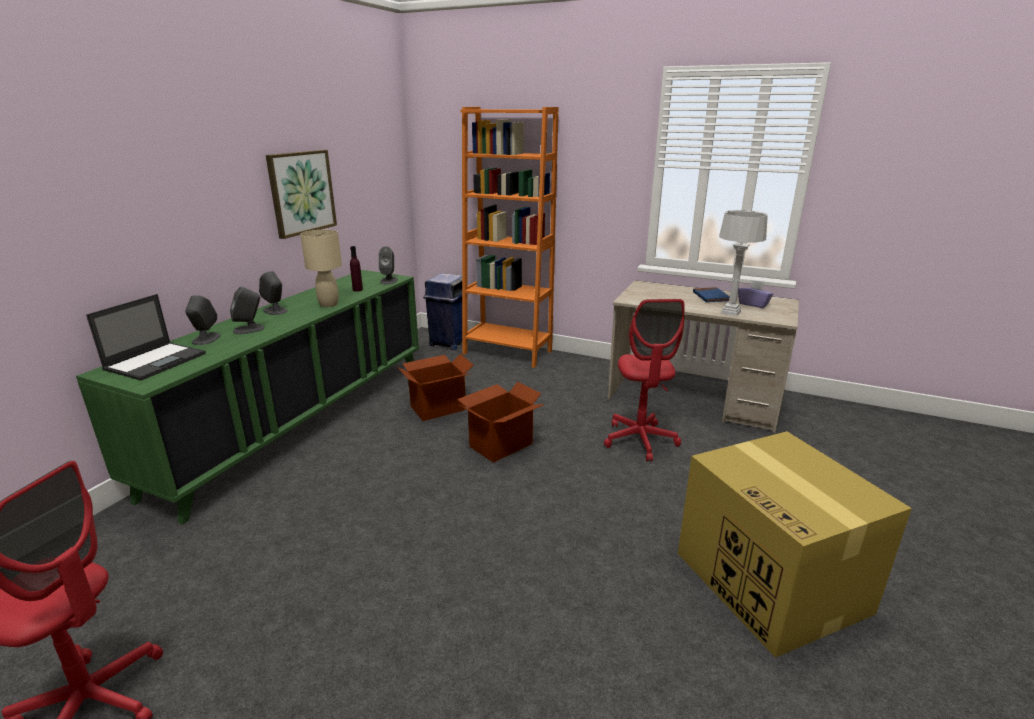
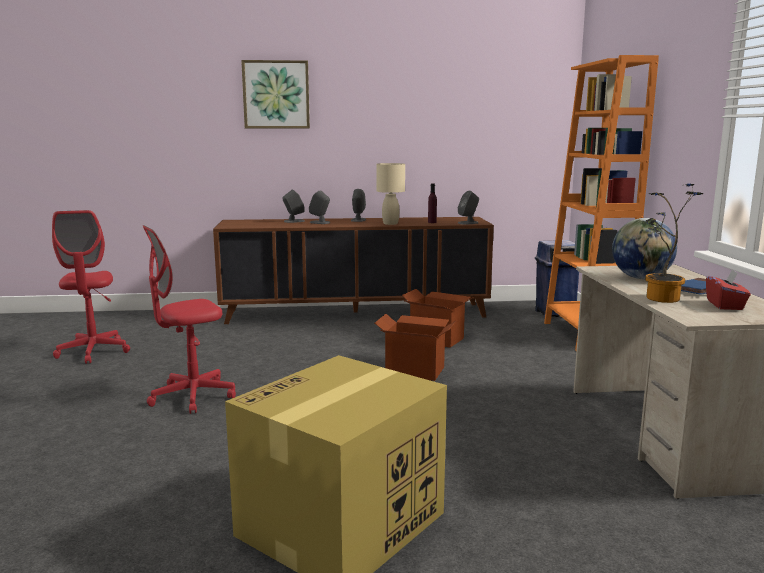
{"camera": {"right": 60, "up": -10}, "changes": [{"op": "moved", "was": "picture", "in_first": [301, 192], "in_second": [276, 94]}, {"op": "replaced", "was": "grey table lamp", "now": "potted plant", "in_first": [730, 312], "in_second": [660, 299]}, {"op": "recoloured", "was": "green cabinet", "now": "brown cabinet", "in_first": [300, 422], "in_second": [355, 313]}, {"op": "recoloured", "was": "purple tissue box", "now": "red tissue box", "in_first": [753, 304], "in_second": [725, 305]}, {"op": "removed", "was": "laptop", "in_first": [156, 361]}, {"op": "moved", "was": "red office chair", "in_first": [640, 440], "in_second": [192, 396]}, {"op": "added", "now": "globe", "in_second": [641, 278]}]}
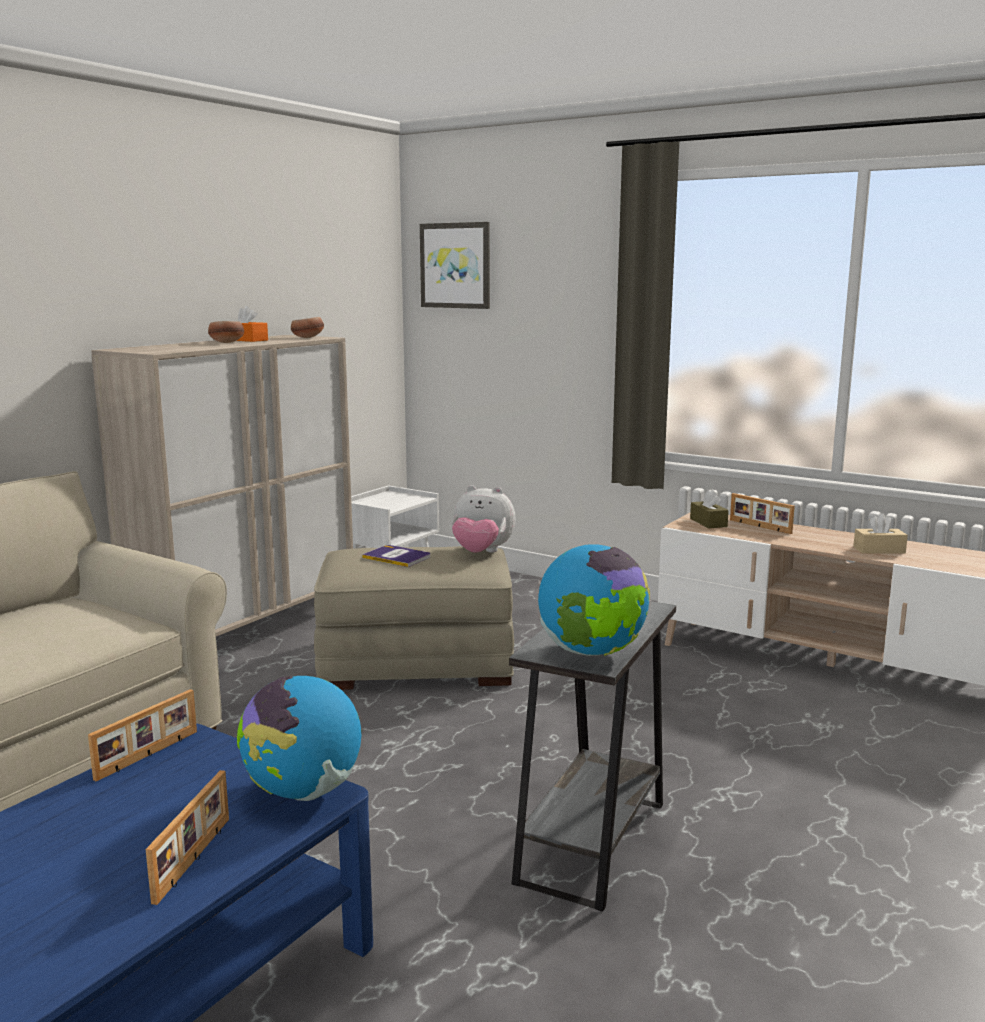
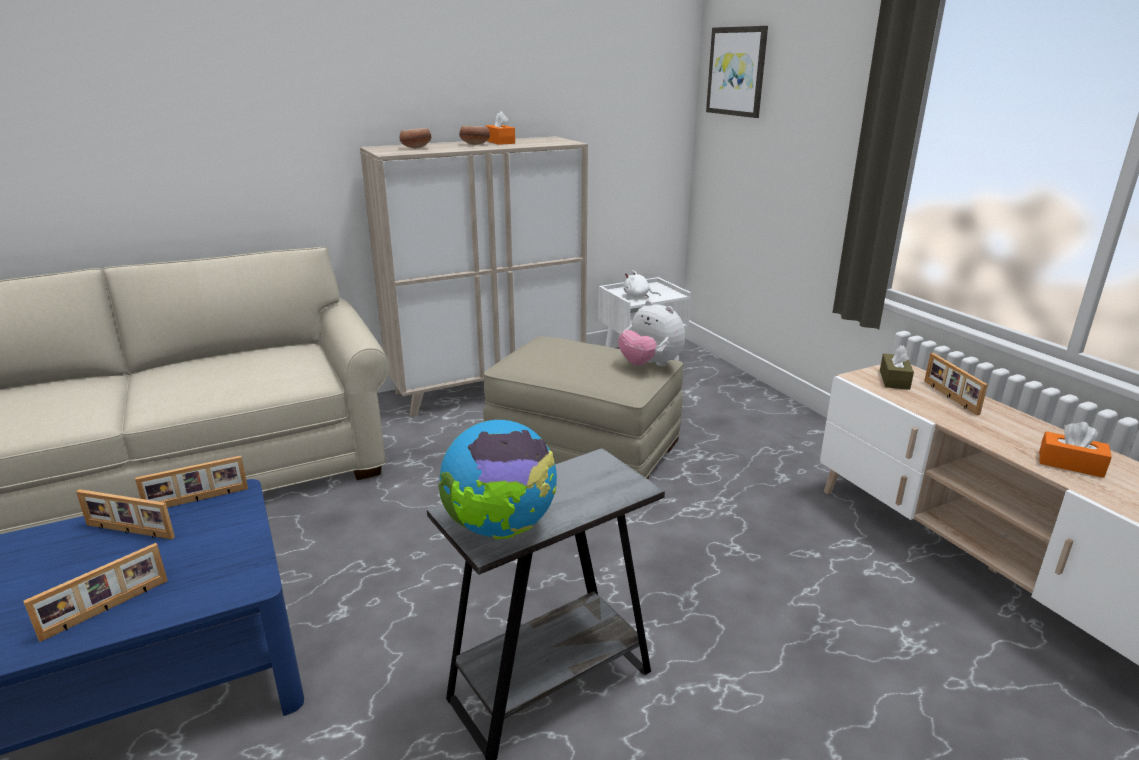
{"camera": {"right": 30, "up": 10}, "changes": [{"op": "moved", "was": "bowl", "in_first": [308, 337], "in_second": [416, 148]}, {"op": "recoloured", "was": "beige tissue box", "now": "orange tissue box", "in_first": [879, 550], "in_second": [1070, 464]}, {"op": "removed", "was": "book", "in_first": [397, 557]}, {"op": "removed", "was": "globe", "in_first": [303, 791]}, {"op": "added", "now": "white plush toy", "in_second": [638, 296]}, {"op": "added", "now": "picture frame", "in_second": [129, 532]}]}
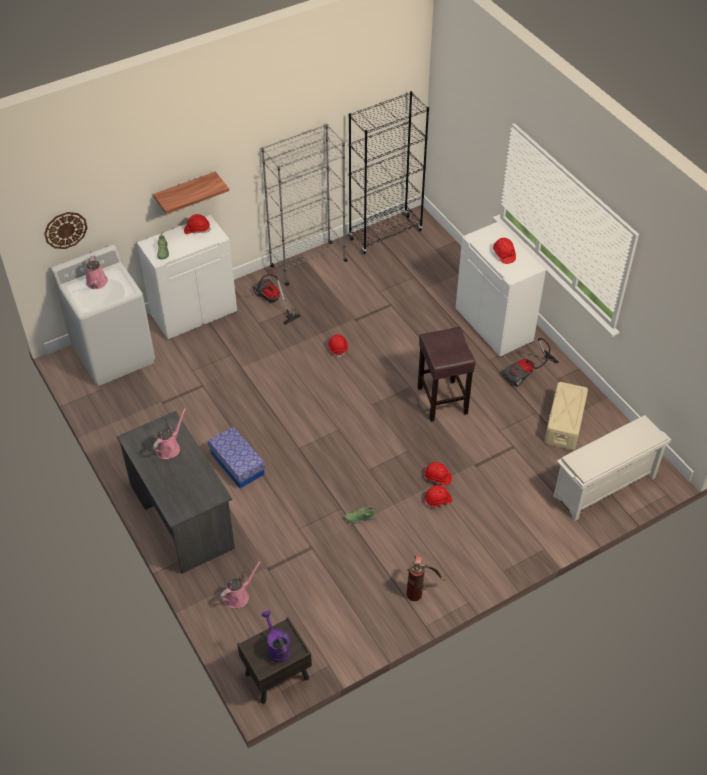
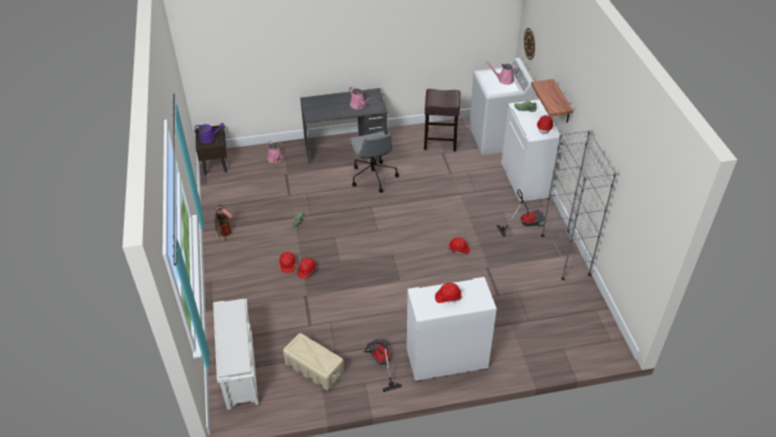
{"camera": {"right": 110, "up": -5}, "changes": [{"op": "removed", "was": "black bookcase", "in_first": [385, 235]}, {"op": "moved", "was": "brown stool", "in_first": [441, 400], "in_second": [441, 142]}, {"op": "replaced", "was": "storage box", "now": "grey office chair", "in_first": [237, 464], "in_second": [373, 176]}]}
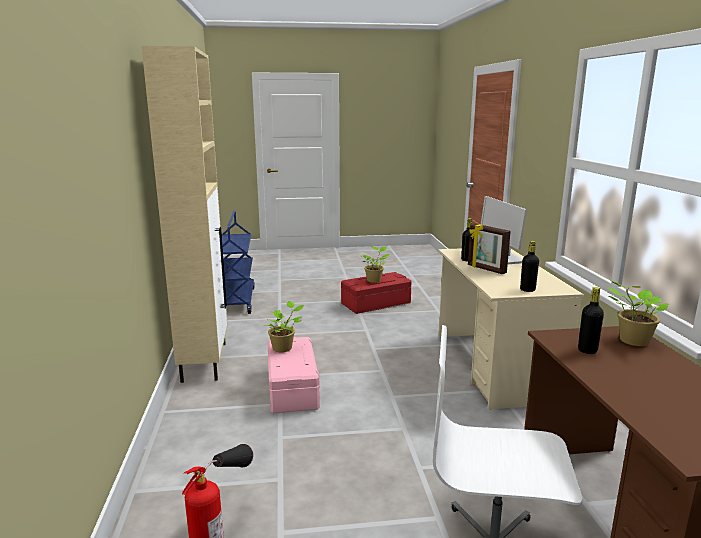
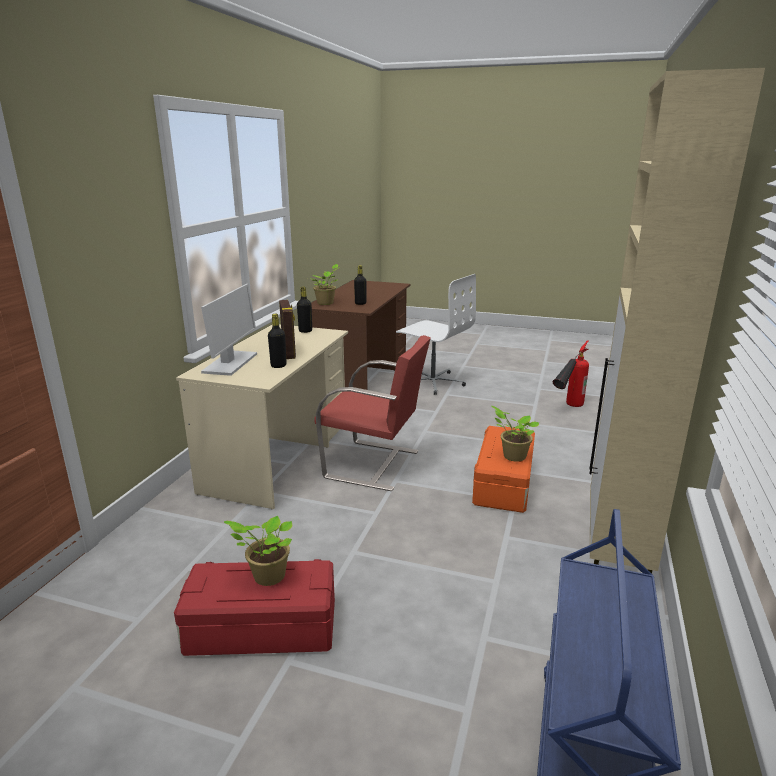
{"camera": {"right": -155, "up": 5}, "changes": [{"op": "recoloured", "was": "pink storage box", "now": "orange storage box", "in_first": [291, 388], "in_second": [504, 483]}, {"op": "added", "now": "red chair", "in_second": [374, 465]}]}
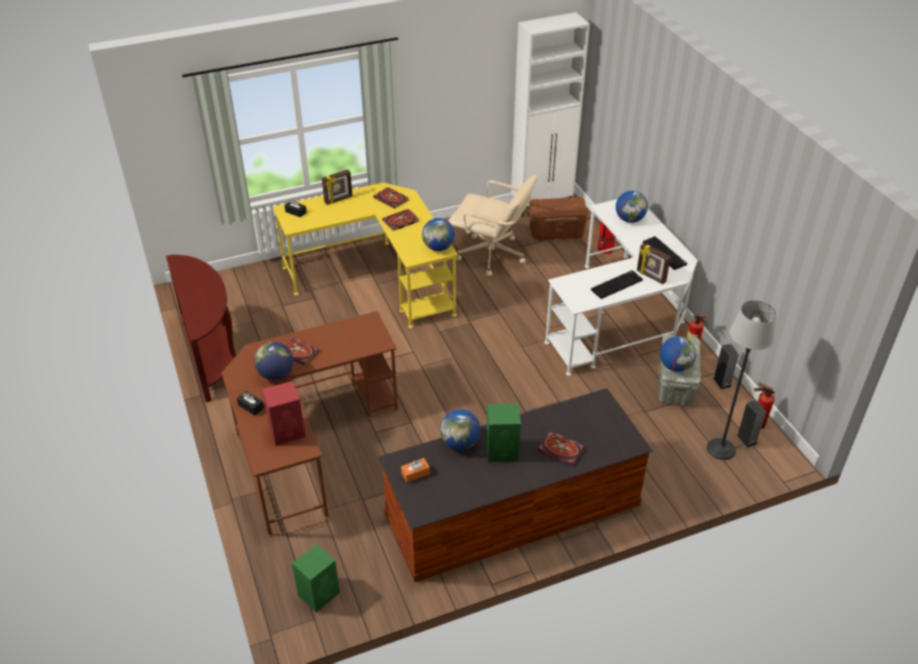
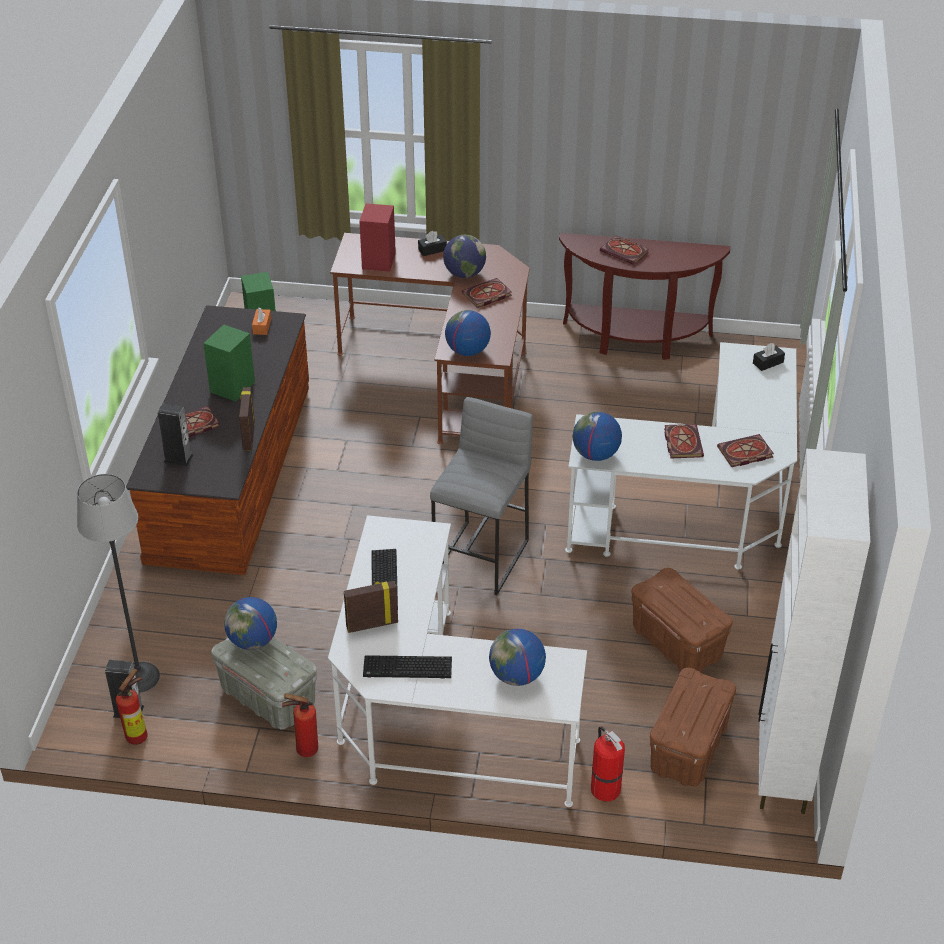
{"camera": {"right": 120, "up": 0}, "changes": [{"op": "moved", "was": "picture frame", "in_first": [338, 200], "in_second": [248, 436]}, {"op": "replaced", "was": "beige office chair", "now": "brown storage box", "in_first": [491, 255], "in_second": [676, 643]}, {"op": "recoloured", "was": "yellow desk", "now": "white desk", "in_first": [377, 277], "in_second": [700, 508]}, {"op": "moved", "was": "speaker", "in_first": [722, 382], "in_second": [178, 458]}, {"op": "moved", "was": "globe", "in_first": [460, 443], "in_second": [467, 351]}, {"op": "added", "now": "book", "in_second": [625, 252]}, {"op": "added", "now": "grey stool", "in_second": [482, 558]}]}
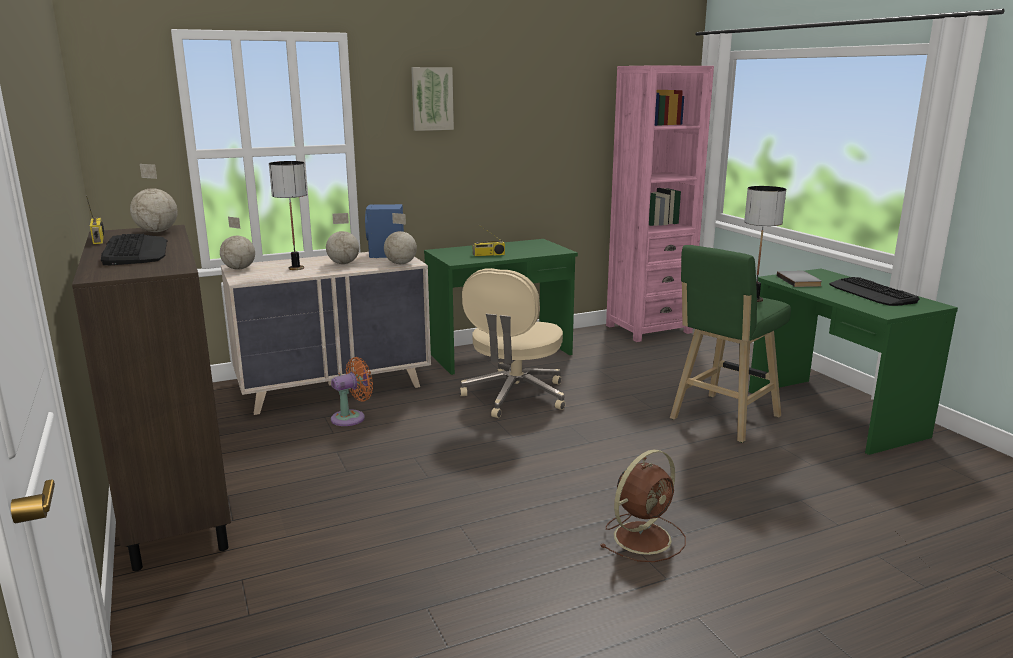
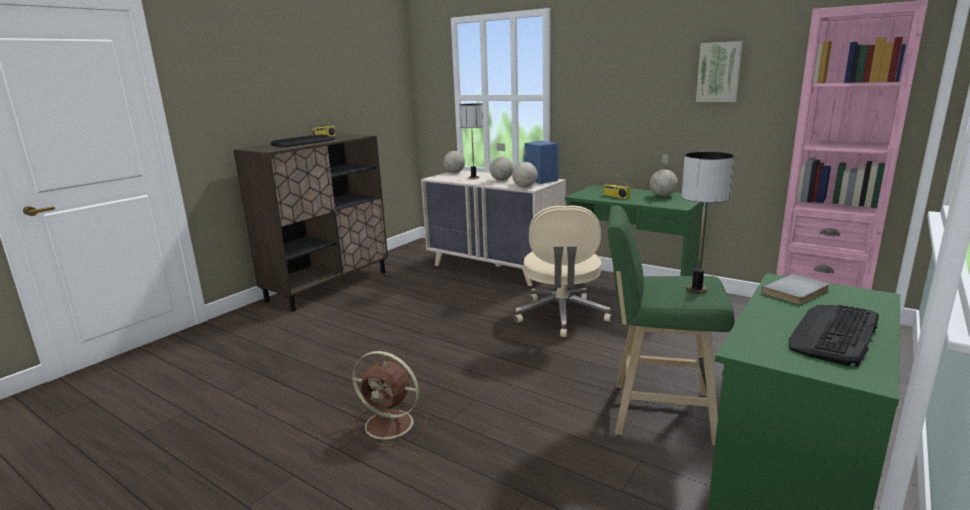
{"camera": {"right": 60, "up": 0}, "changes": [{"op": "moved", "was": "picture", "in_first": [432, 98], "in_second": [719, 72]}, {"op": "moved", "was": "globe", "in_first": [157, 231], "in_second": [662, 196]}, {"op": "turned", "was": "beige office chair", "in_first": [514, 396], "in_second": [561, 316], "clockwise": -75}, {"op": "removed", "was": "orange fan", "in_first": [351, 418]}]}
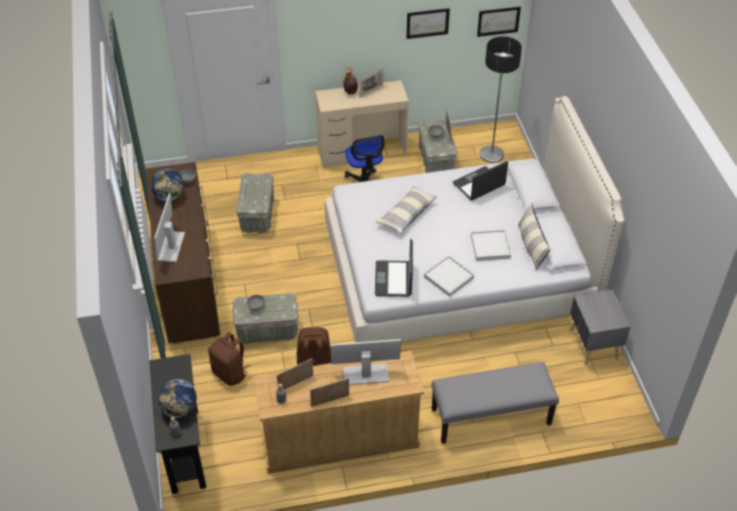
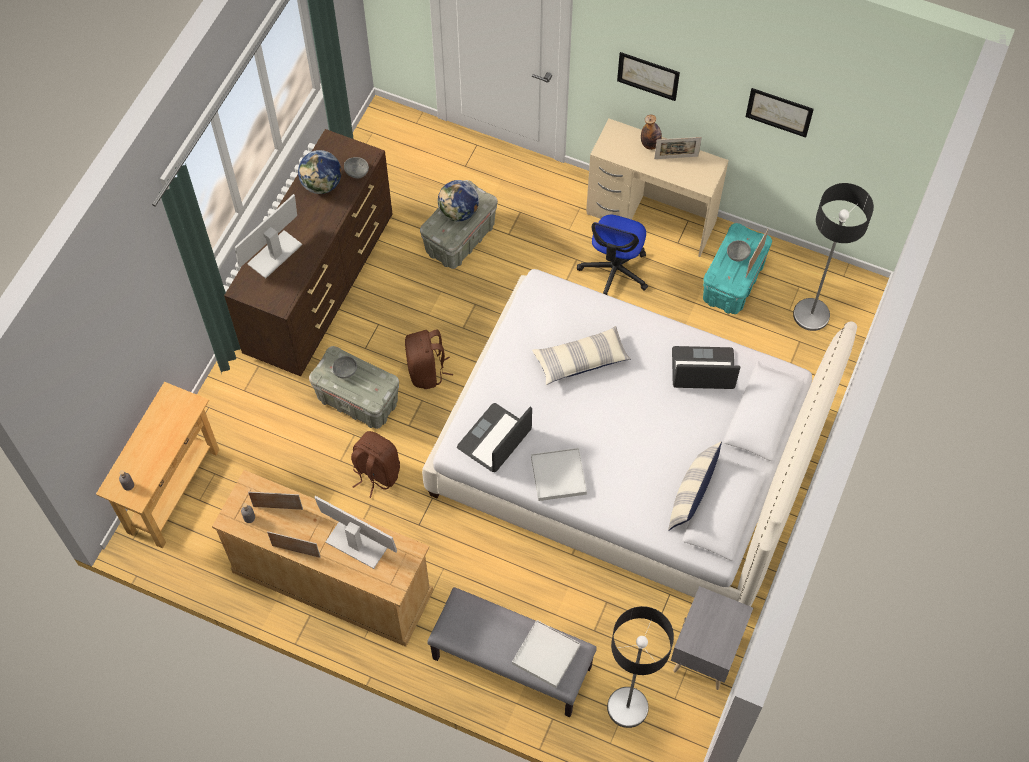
{"camera": {"right": 35, "up": 15}, "changes": [{"op": "moved", "was": "picture", "in_first": [498, 21], "in_second": [648, 76]}, {"op": "recoloured", "was": "grey storage box", "now": "turquoise storage box", "in_first": [436, 161], "in_second": [732, 283]}, {"op": "moved", "was": "white tray", "in_first": [490, 247], "in_second": [546, 654]}, {"op": "moved", "was": "brown backpack", "in_first": [230, 373], "in_second": [427, 371]}, {"op": "recoloured", "was": "black console table", "now": "beige console table", "in_first": [185, 449], "in_second": [173, 491]}, {"op": "moved", "was": "globe", "in_first": [180, 409], "in_second": [459, 212]}, {"op": "added", "now": "floor lamp", "in_second": [627, 708]}]}
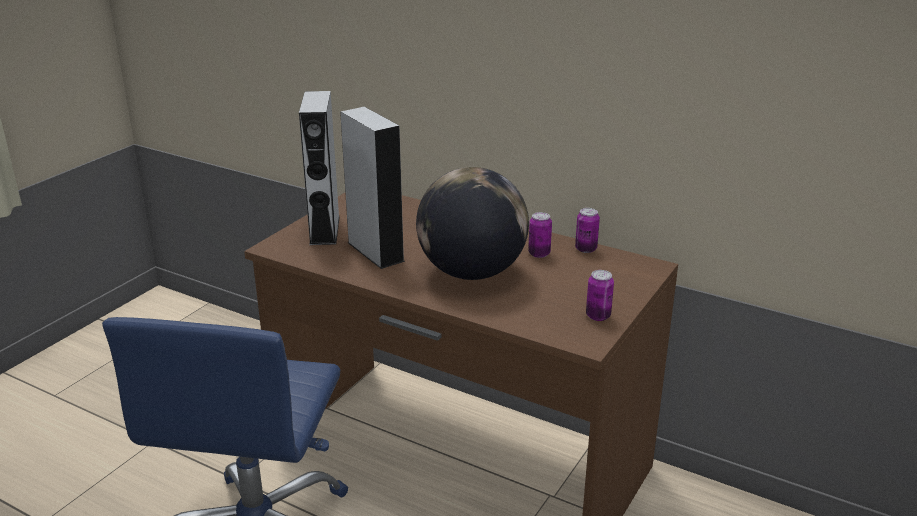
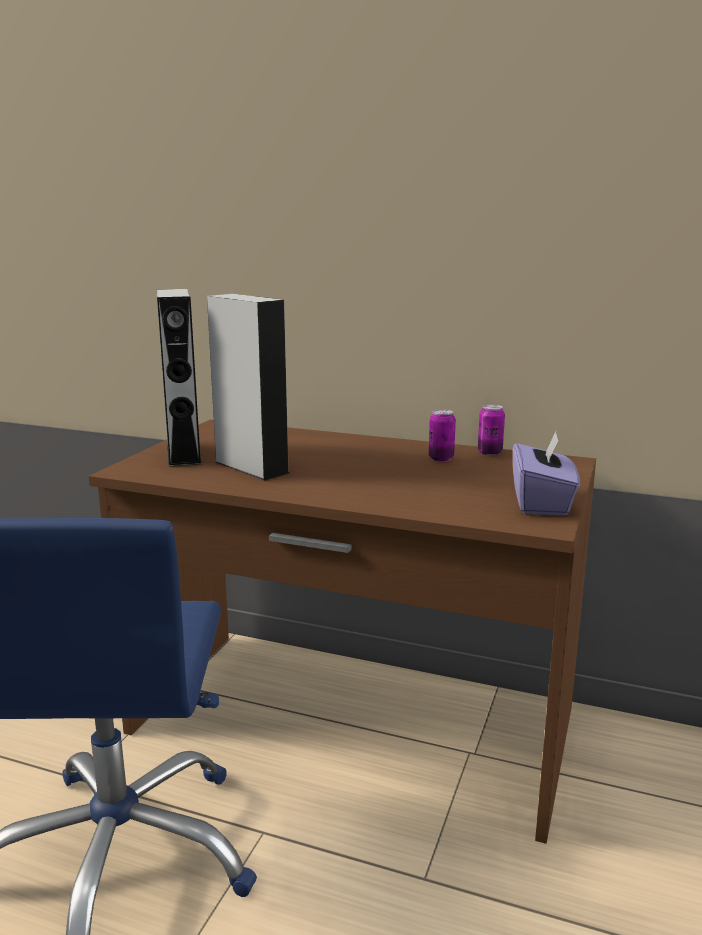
{"camera": {"right": -10, "up": -10}, "changes": [{"op": "removed", "was": "globe", "in_first": [472, 272]}, {"op": "replaced", "was": "can", "now": "purple tissue box", "in_first": [598, 316], "in_second": [542, 503]}]}
